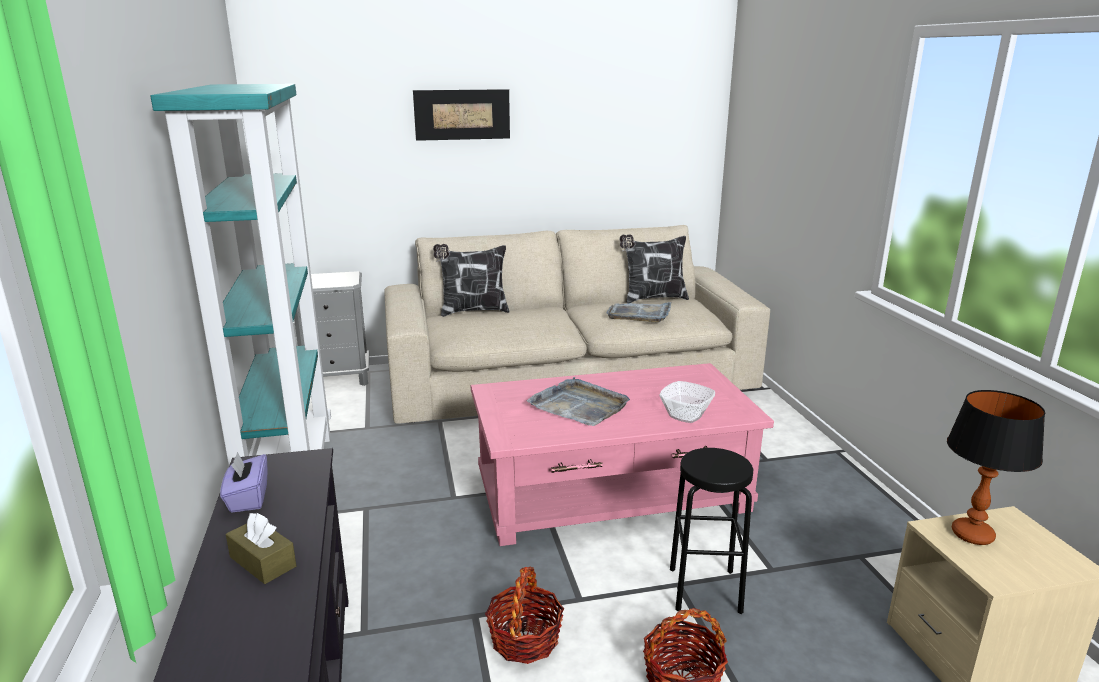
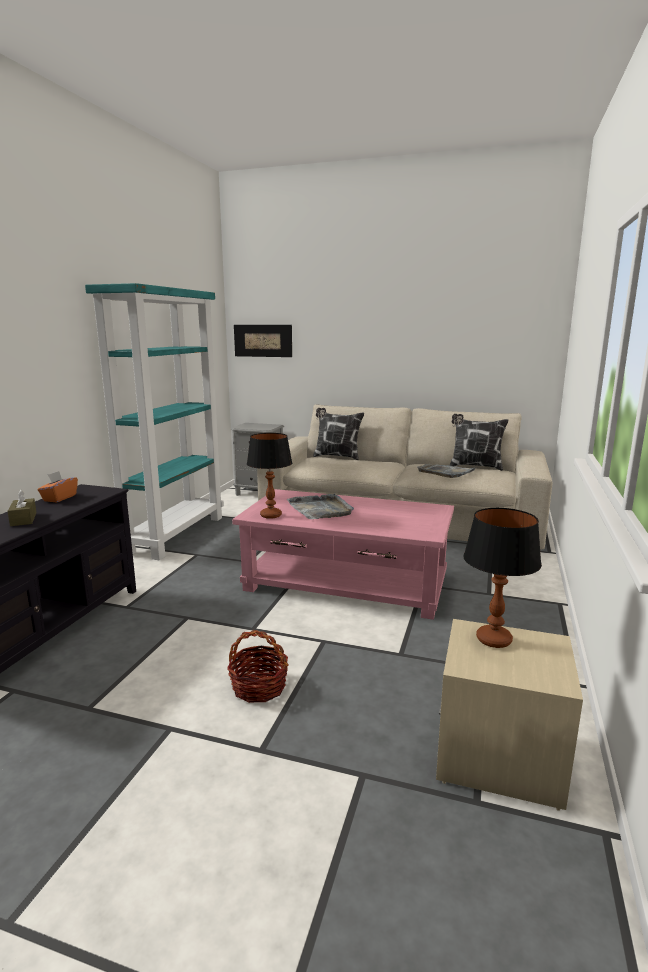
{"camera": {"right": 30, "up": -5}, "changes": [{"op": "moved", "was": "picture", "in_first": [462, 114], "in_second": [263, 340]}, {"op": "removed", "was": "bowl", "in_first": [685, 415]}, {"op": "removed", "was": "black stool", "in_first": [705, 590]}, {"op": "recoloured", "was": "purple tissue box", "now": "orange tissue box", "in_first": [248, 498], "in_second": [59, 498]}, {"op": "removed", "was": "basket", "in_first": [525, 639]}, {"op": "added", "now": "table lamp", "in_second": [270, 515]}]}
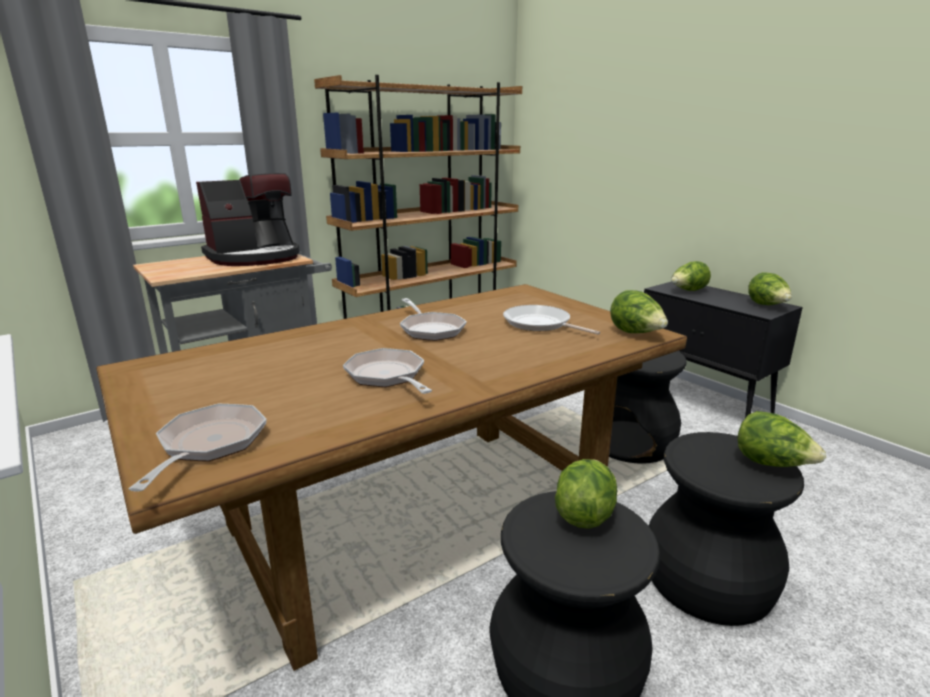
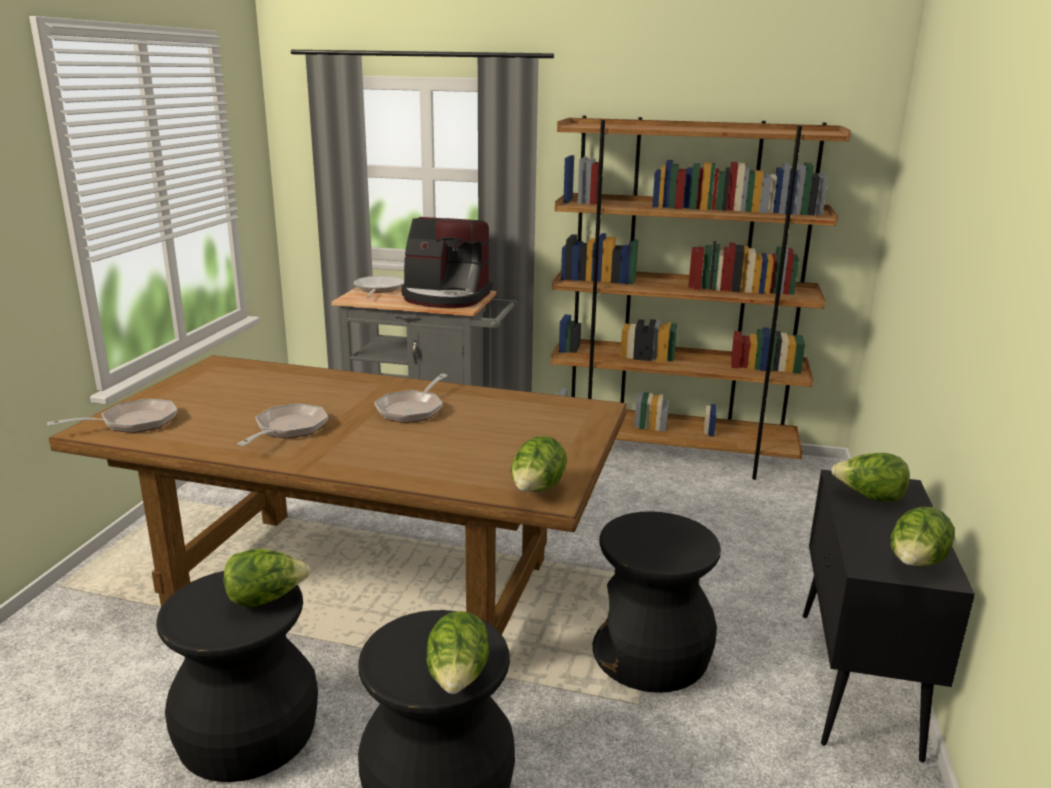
{"camera": {"right": 50, "up": 0}, "changes": [{"op": "moved", "was": "frying pan", "in_first": [540, 324], "in_second": [378, 289]}]}
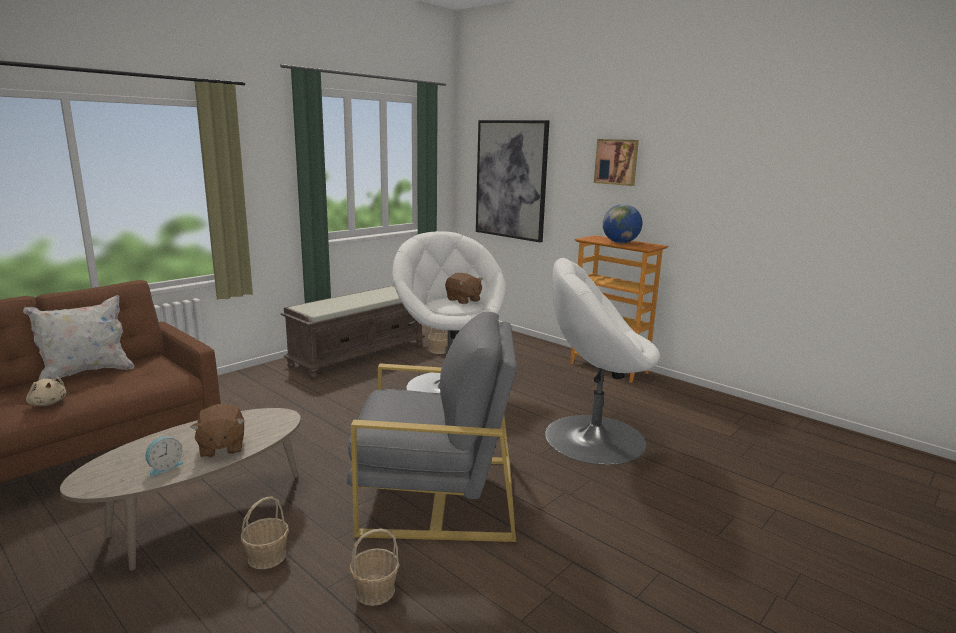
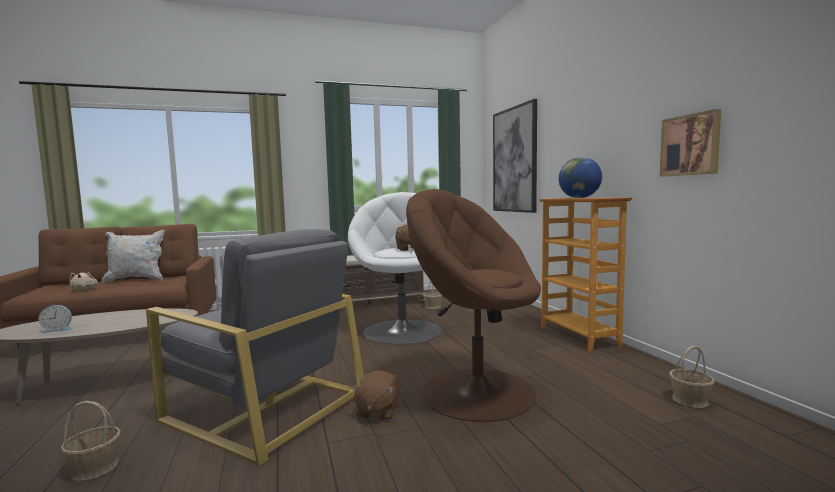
{"camera": {"right": 30, "up": -10}, "changes": [{"op": "moved", "was": "picture", "in_first": [616, 162], "in_second": [691, 145]}, {"op": "recoloured", "was": "white armchair", "now": "brown armchair", "in_first": [592, 437], "in_second": [476, 391]}, {"op": "moved", "was": "brown plush toy", "in_first": [221, 447], "in_second": [377, 411]}, {"op": "moved", "was": "basket", "in_first": [267, 556], "in_second": [690, 400]}]}
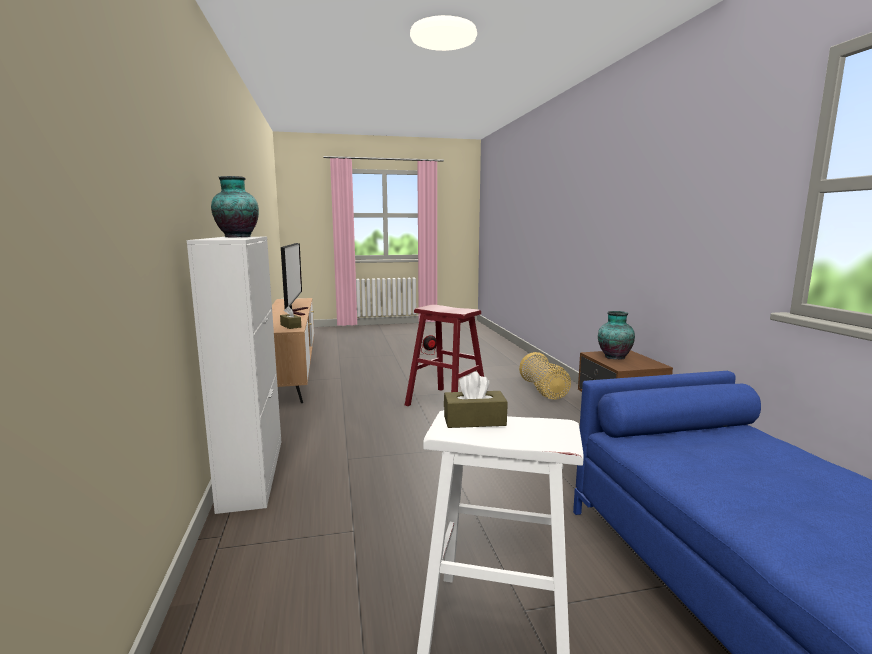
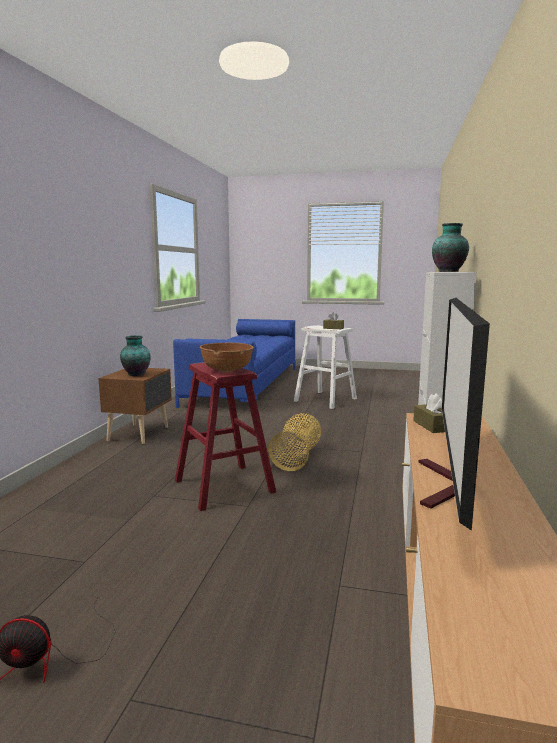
{"camera": {"right": -155, "up": 0}, "changes": [{"op": "moved", "was": "basket", "in_first": [544, 391], "in_second": [297, 457]}, {"op": "added", "now": "brown bowl", "in_second": [227, 370]}]}
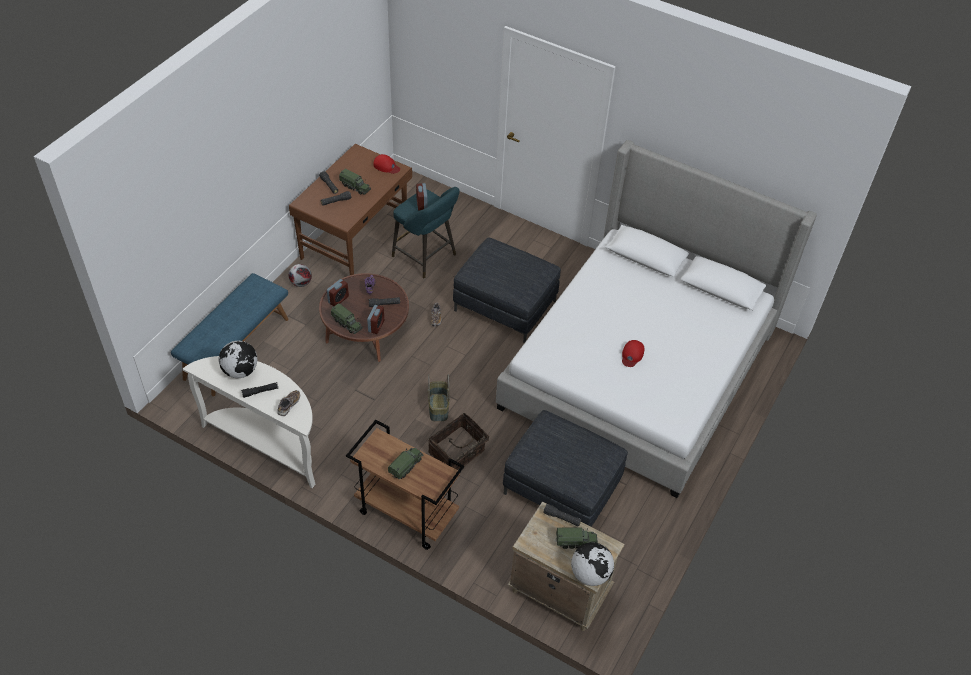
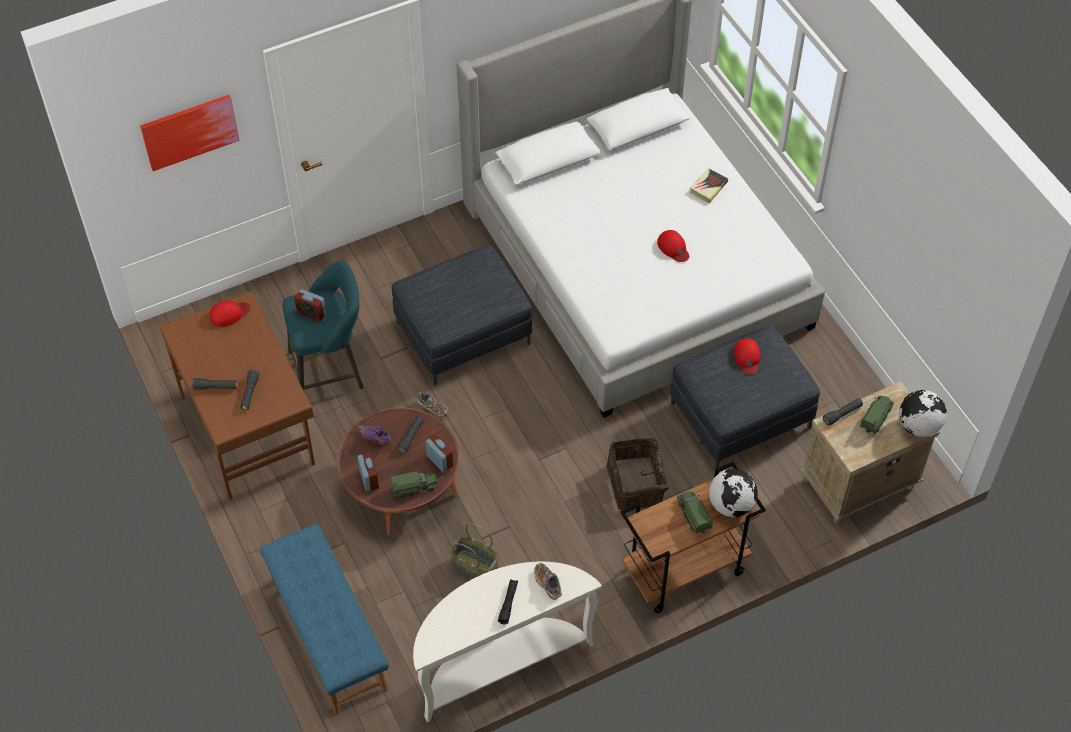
{"camera": {"right": -55, "up": 5}, "changes": [{"op": "removed", "was": "toy truck", "in_first": [355, 187]}, {"op": "removed", "was": "football", "in_first": [301, 283]}, {"op": "moved", "was": "globe", "in_first": [241, 371], "in_second": [731, 505]}, {"op": "moved", "was": "basket", "in_first": [439, 408], "in_second": [475, 566]}, {"op": "added", "now": "picture", "in_second": [189, 131]}, {"op": "added", "now": "book", "in_second": [708, 187]}, {"op": "added", "now": "red cap", "in_second": [747, 358]}]}
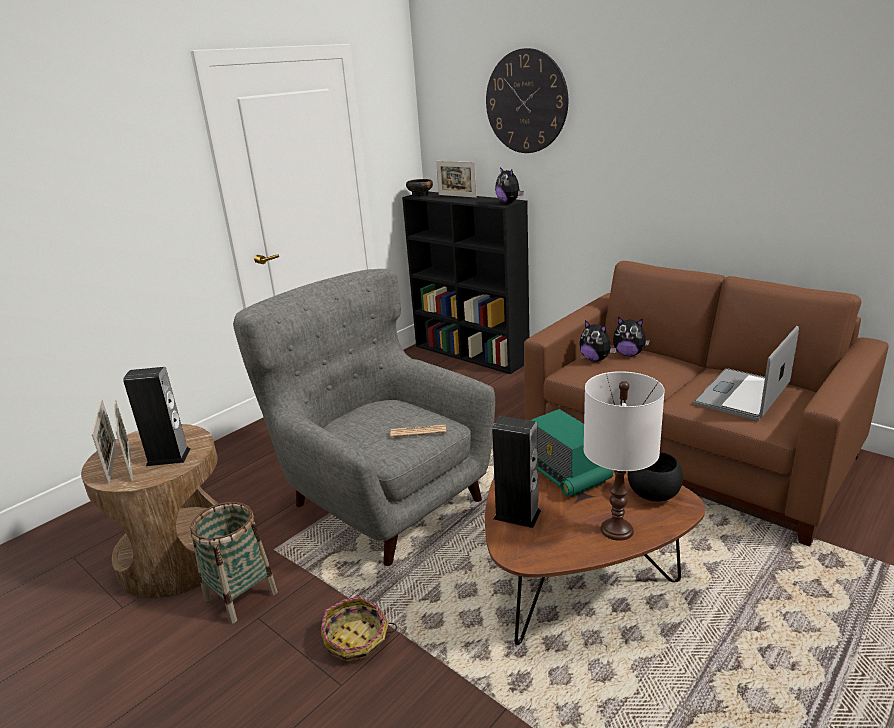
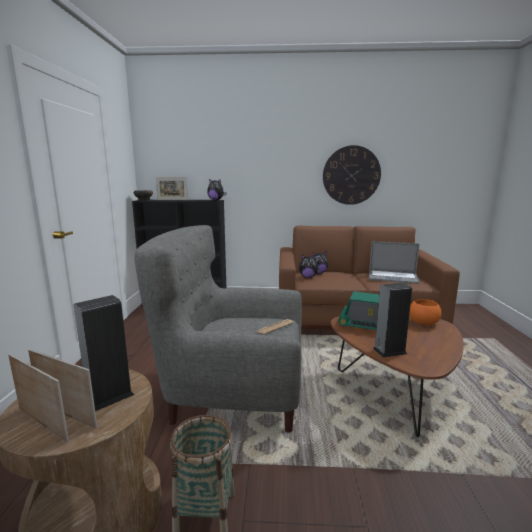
{"camera": {"right": -40, "up": -10}, "changes": [{"op": "moved", "was": "wall clock", "in_first": [526, 102], "in_second": [351, 175]}, {"op": "turned", "was": "laptop", "in_first": [742, 394], "in_second": [392, 277], "clockwise": -75}, {"op": "removed", "was": "white table lamp", "in_first": [616, 529]}, {"op": "recoloured", "was": "black bowl", "now": "orange bowl", "in_first": [654, 493], "in_second": [423, 322]}, {"op": "removed", "was": "basket", "in_first": [356, 639]}]}
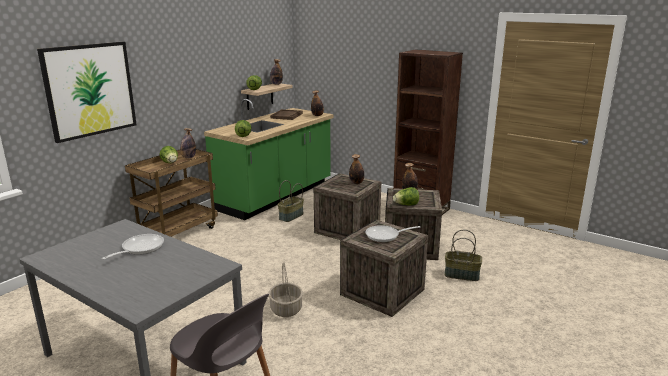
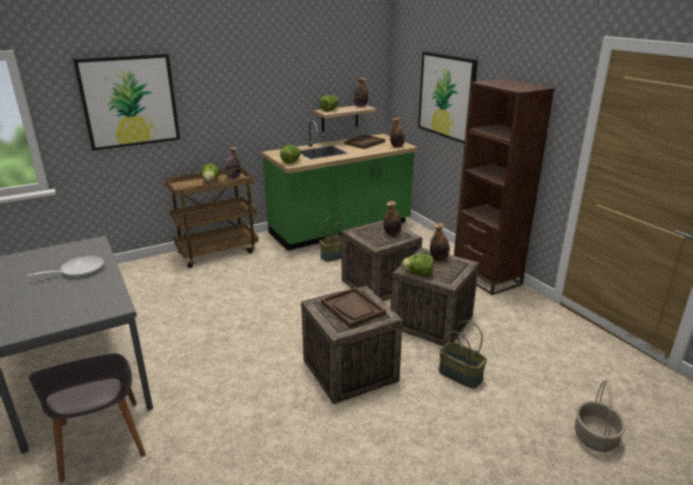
{"camera": {"right": 25, "up": 5}, "changes": [{"op": "replaced", "was": "frying pan", "now": "brown tray", "in_first": [385, 236], "in_second": [353, 309]}, {"op": "moved", "was": "basket", "in_first": [286, 309], "in_second": [595, 438]}, {"op": "added", "now": "picture", "in_second": [446, 96]}]}
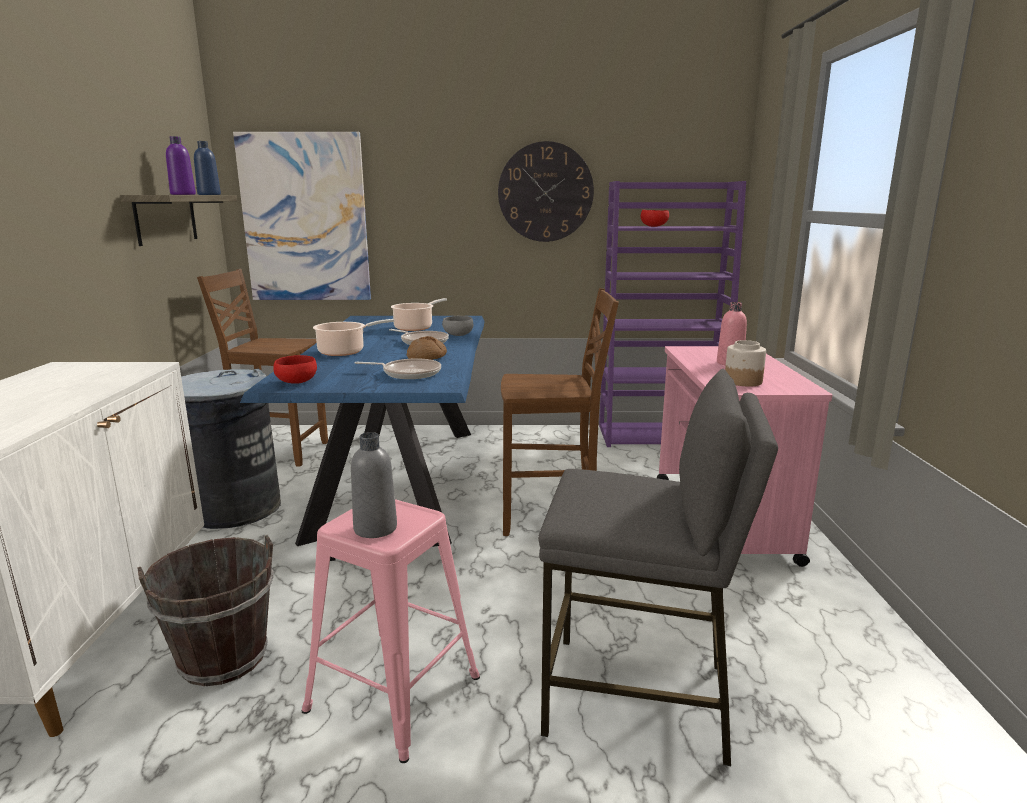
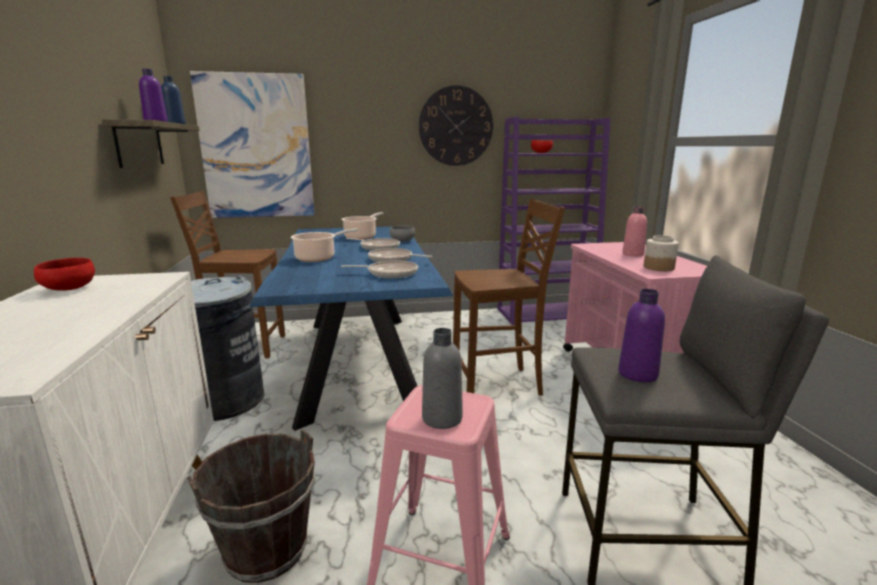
{"camera": {"right": -10, "up": 0}, "changes": [{"op": "replaced", "was": "bread", "now": "frying pan", "in_first": [427, 357], "in_second": [393, 259]}, {"op": "moved", "was": "red bowl", "in_first": [297, 382], "in_second": [69, 289]}, {"op": "added", "now": "purple bottle", "in_second": [637, 374]}]}
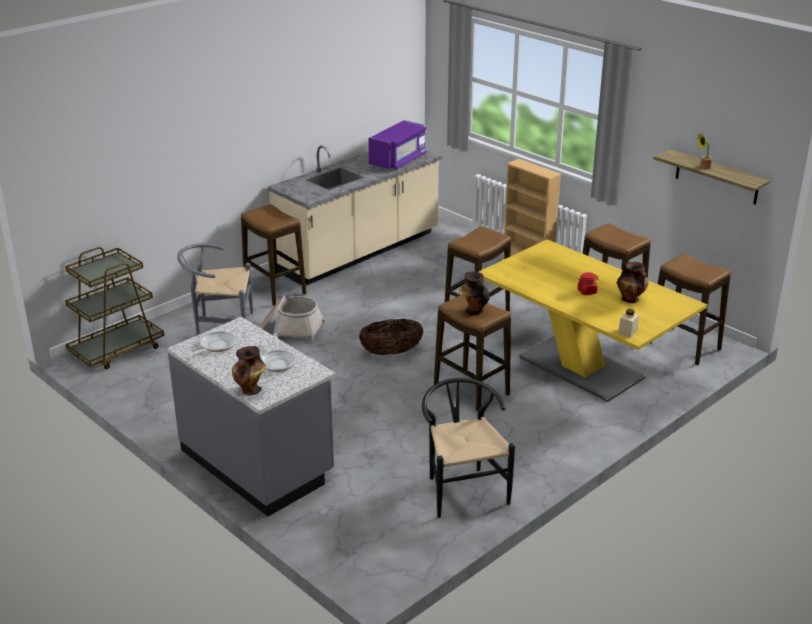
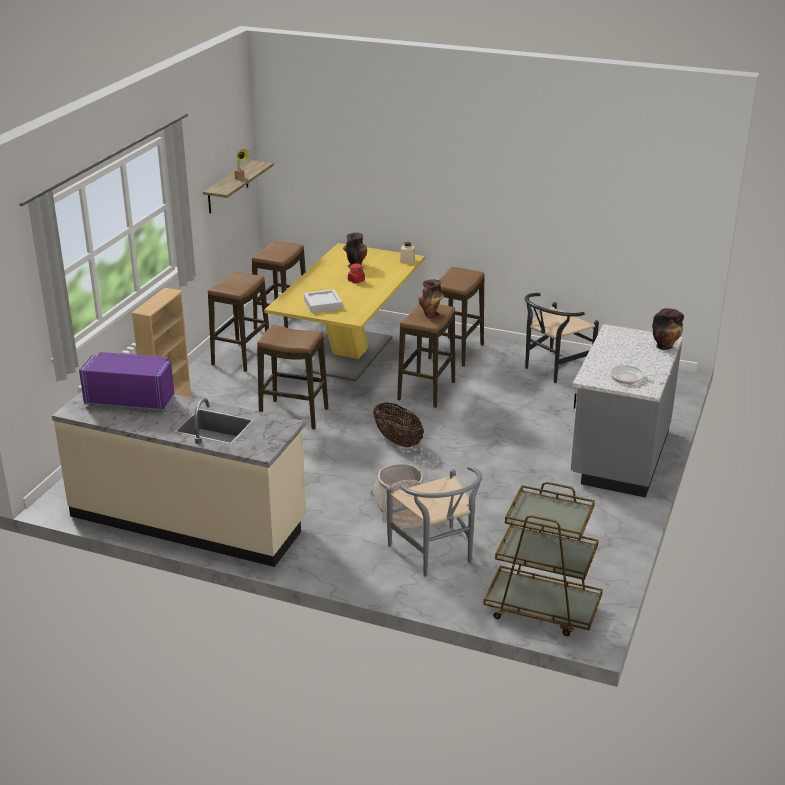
{"camera": {"right": -115, "up": 0}, "changes": [{"op": "moved", "was": "stool", "in_first": [274, 290], "in_second": [456, 352]}, {"op": "removed", "was": "frying pan", "in_first": [277, 362]}, {"op": "added", "now": "grey tray", "in_second": [323, 304]}]}
